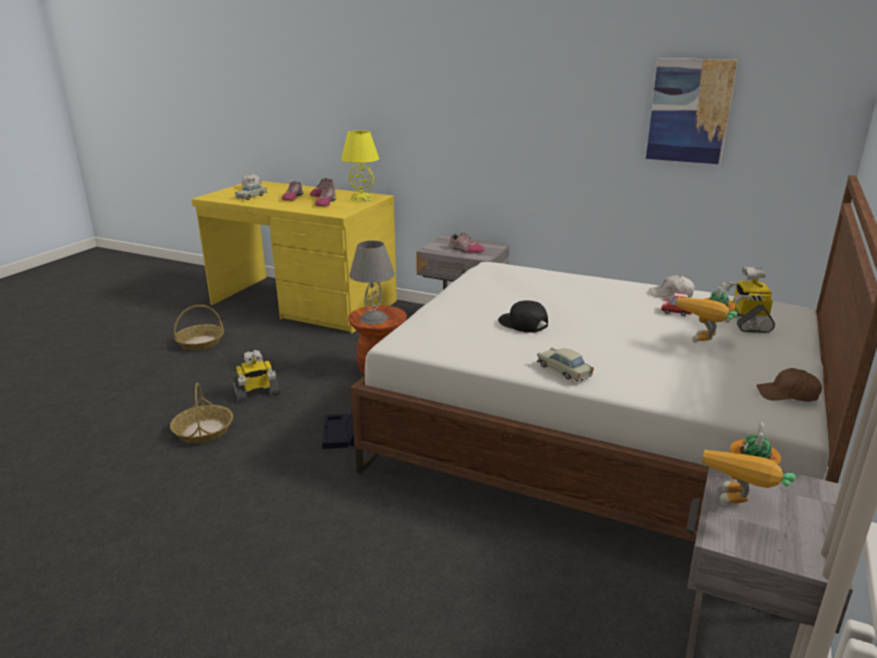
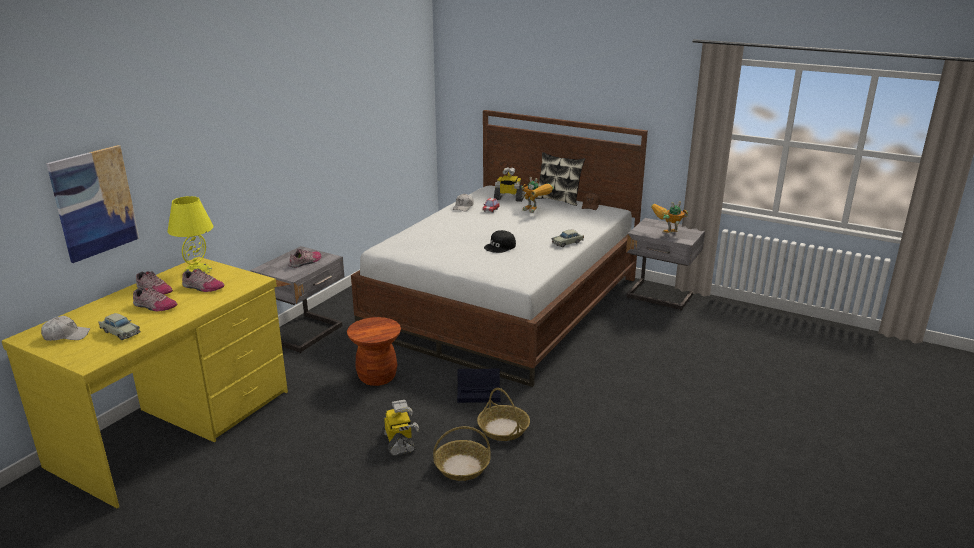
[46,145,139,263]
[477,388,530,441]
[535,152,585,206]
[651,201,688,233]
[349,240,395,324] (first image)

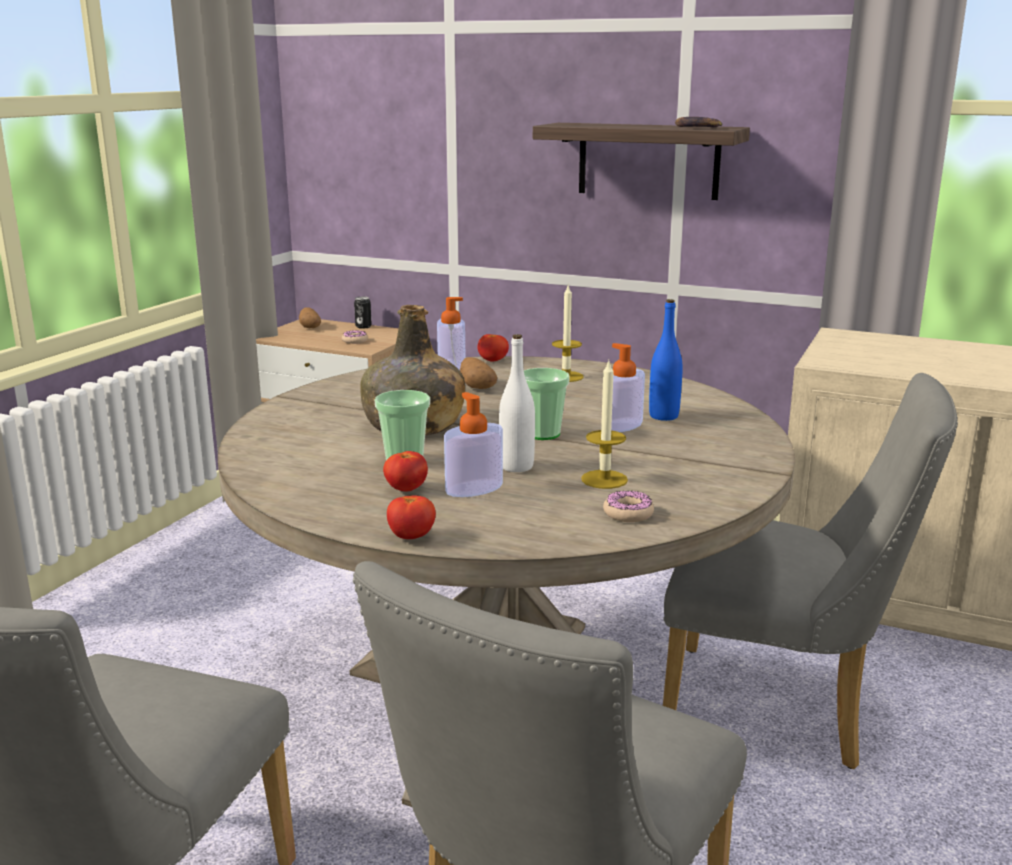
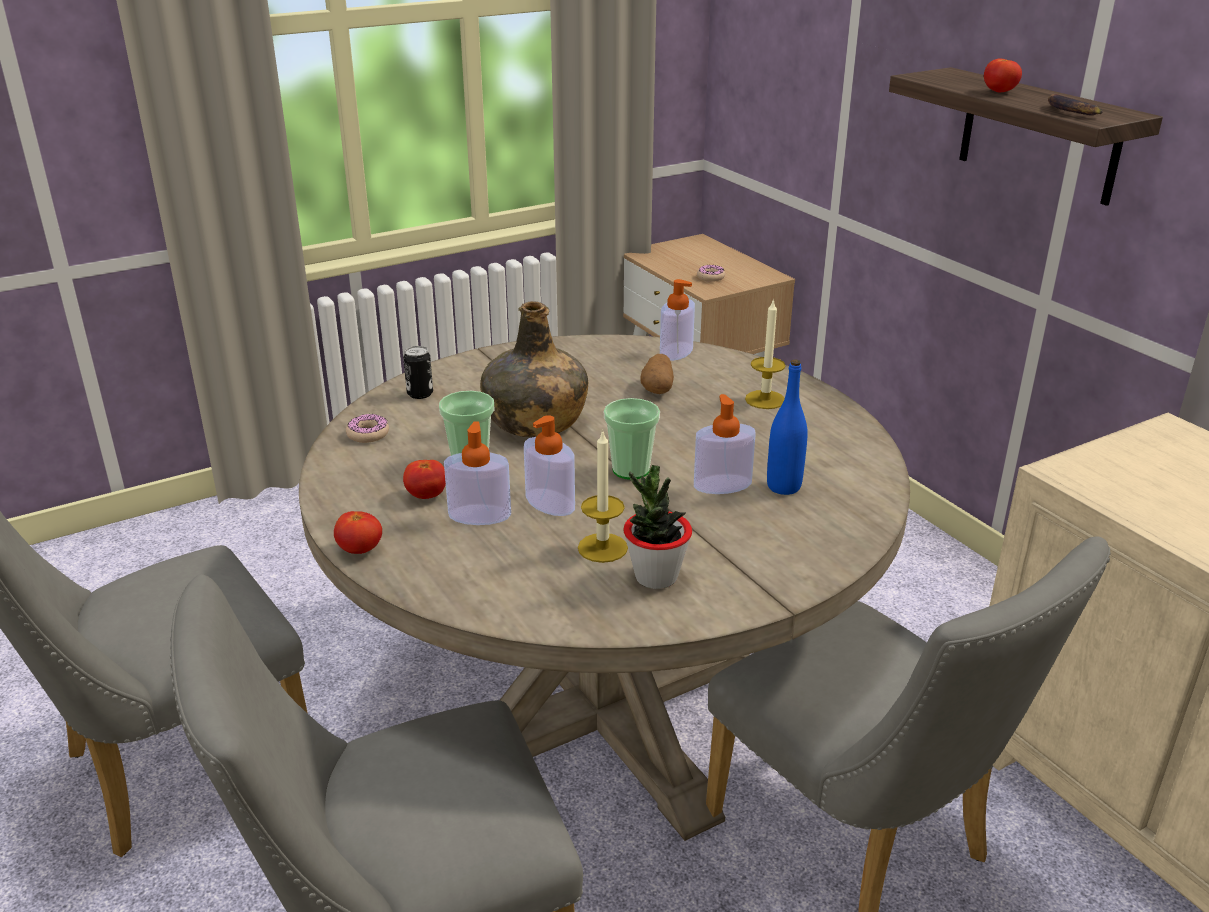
[346,414,389,443]
[403,346,433,399]
[524,415,575,516]
[623,465,692,589]
[984,58,1022,92]
[299,307,321,328] (first image)

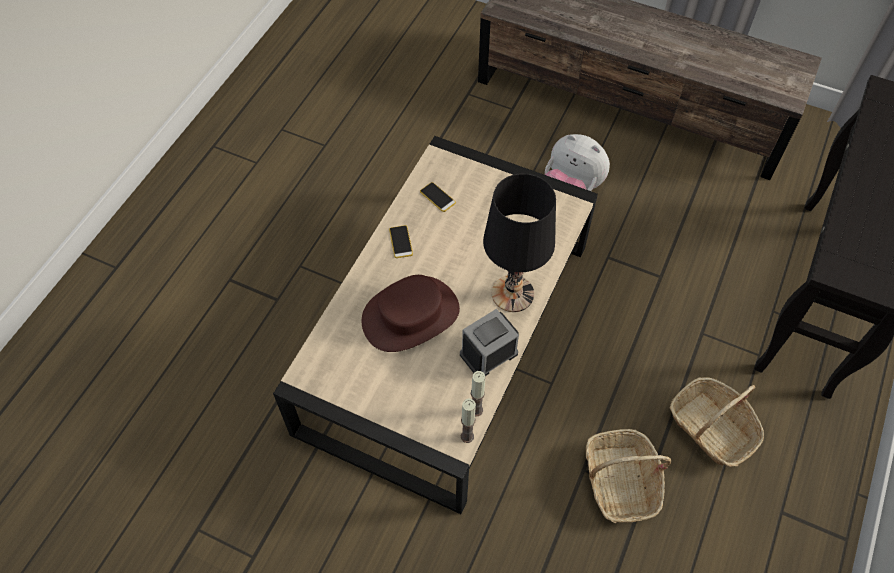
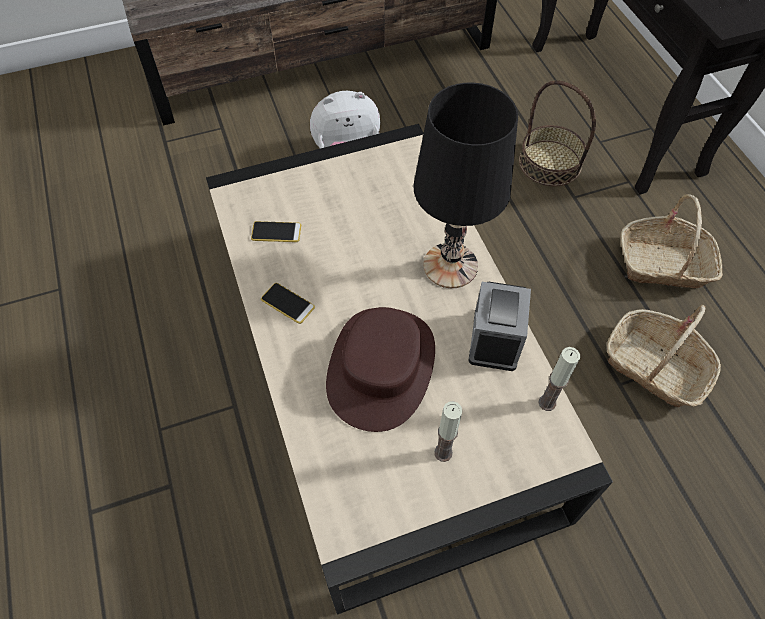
[434,401,463,462]
[519,81,596,187]

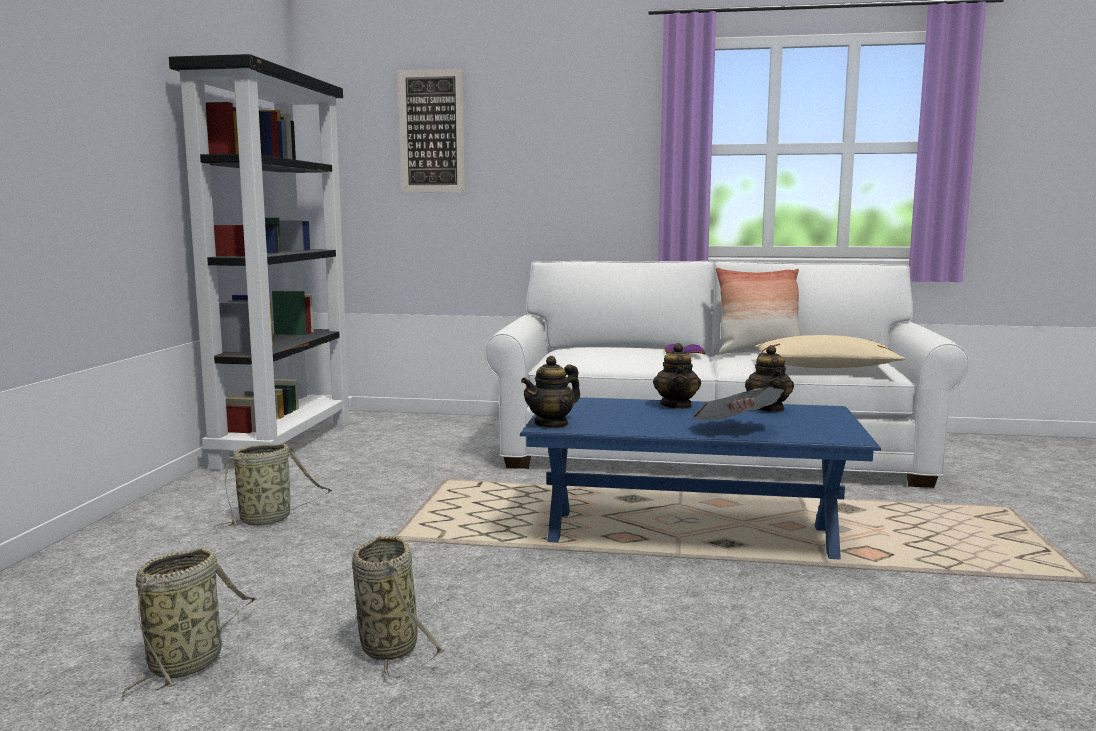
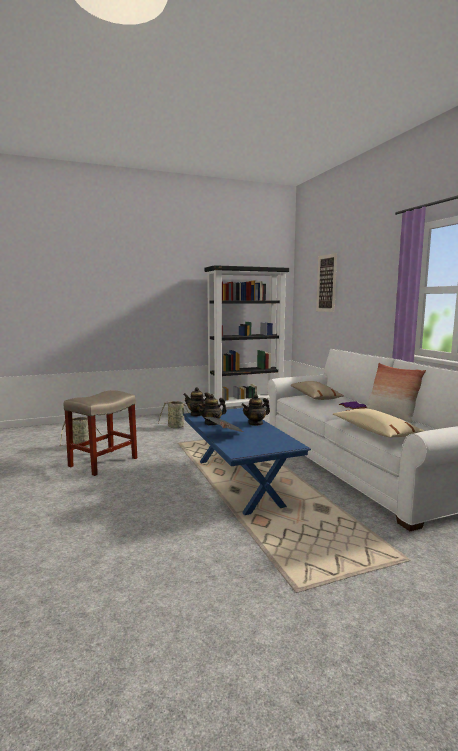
[64,390,137,476]
[197,394,227,426]
[291,381,344,400]

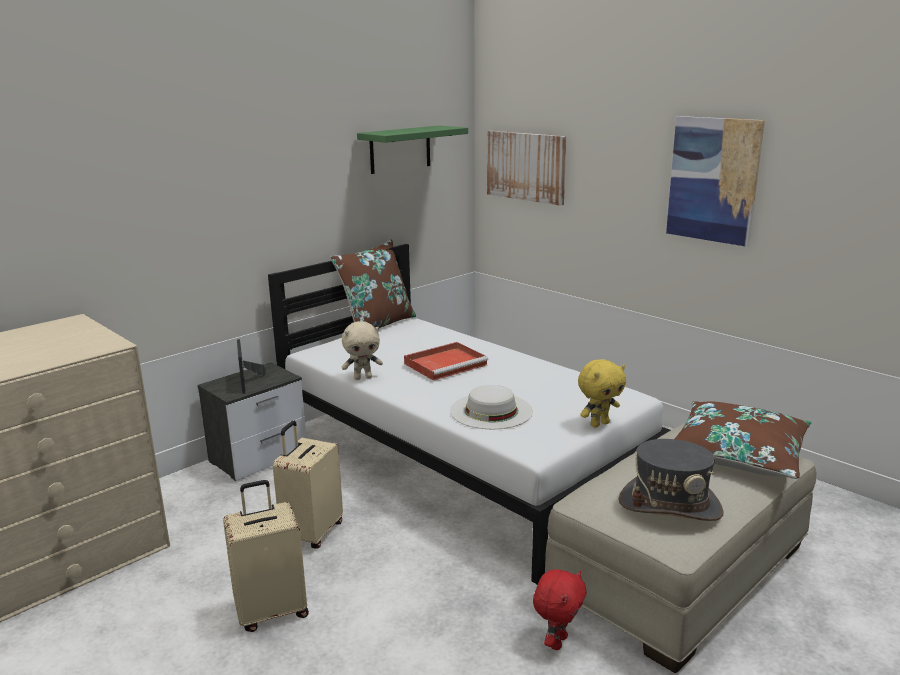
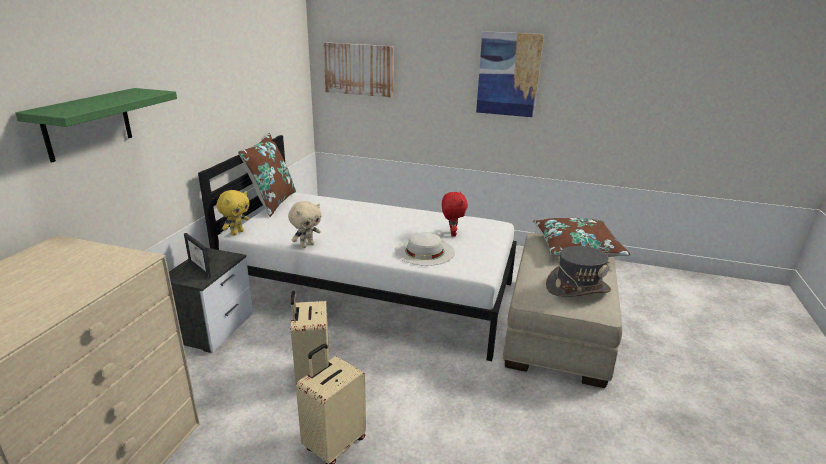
[15,88,177,163]
[216,190,249,236]
[442,191,468,237]
[404,342,488,381] (first image)

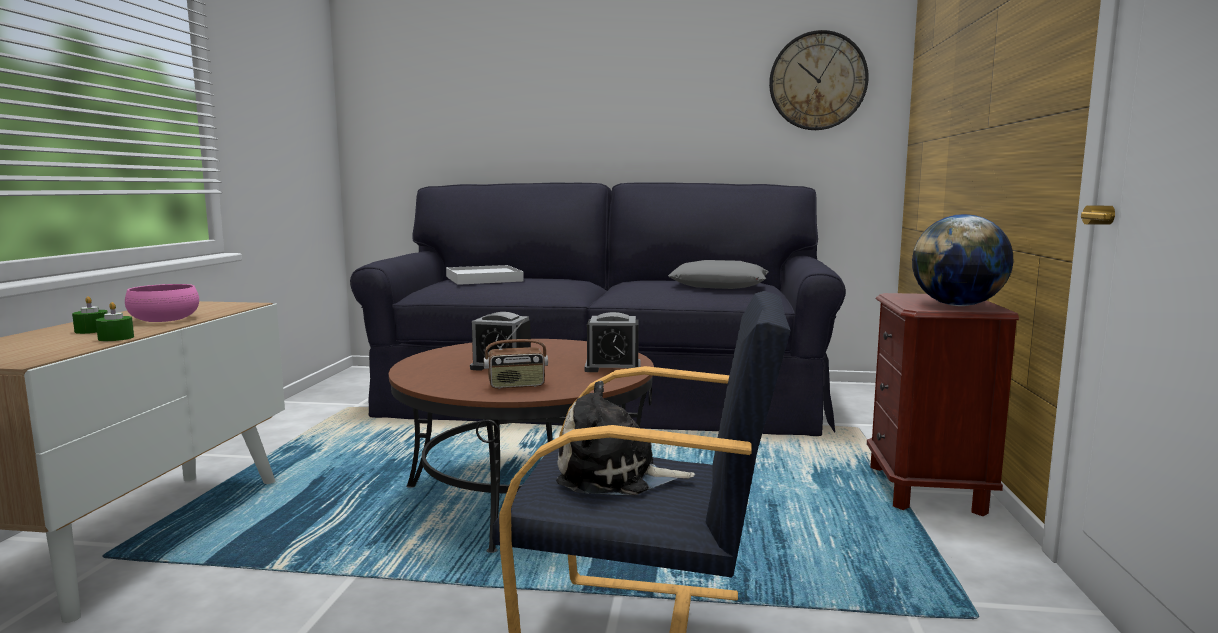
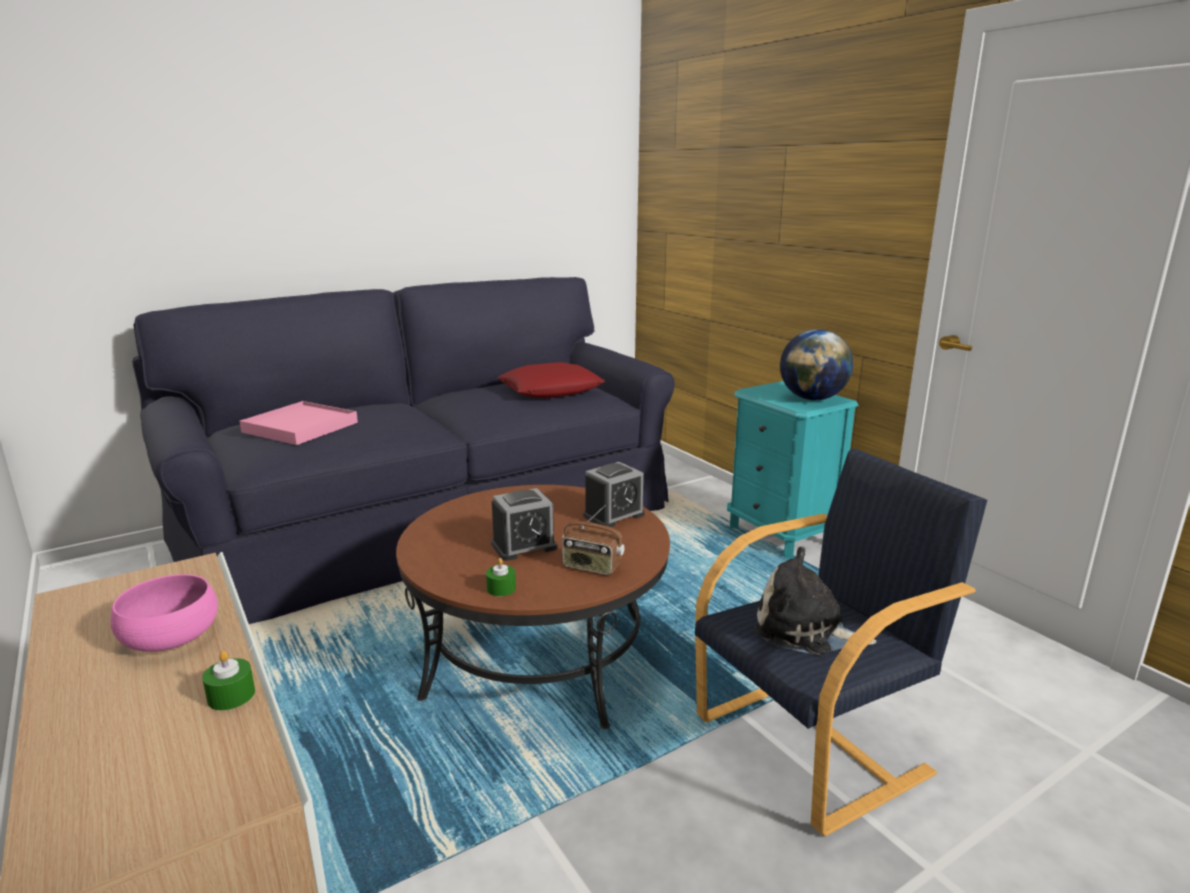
[239,401,358,445]
[486,558,516,596]
[497,362,605,398]
[562,505,624,575]
[727,381,859,559]
[754,547,876,655]
[769,30,869,130] (first image)

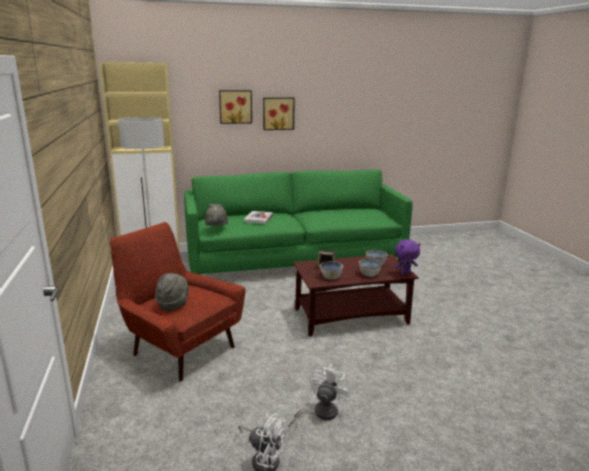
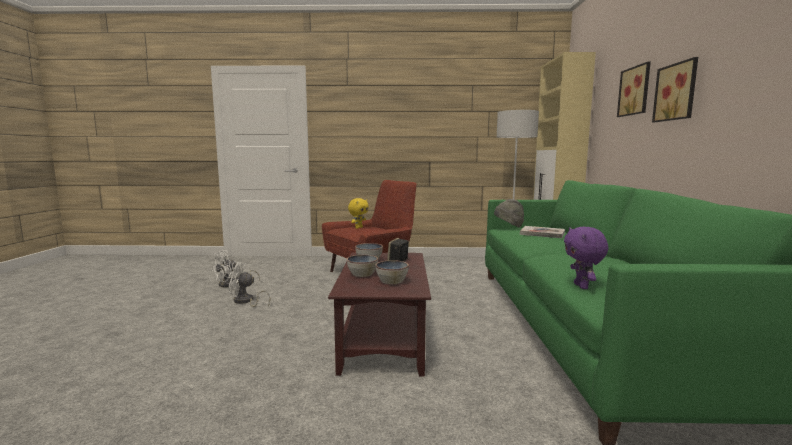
[228,262,270,307]
[348,198,369,229]
[564,227,608,289]

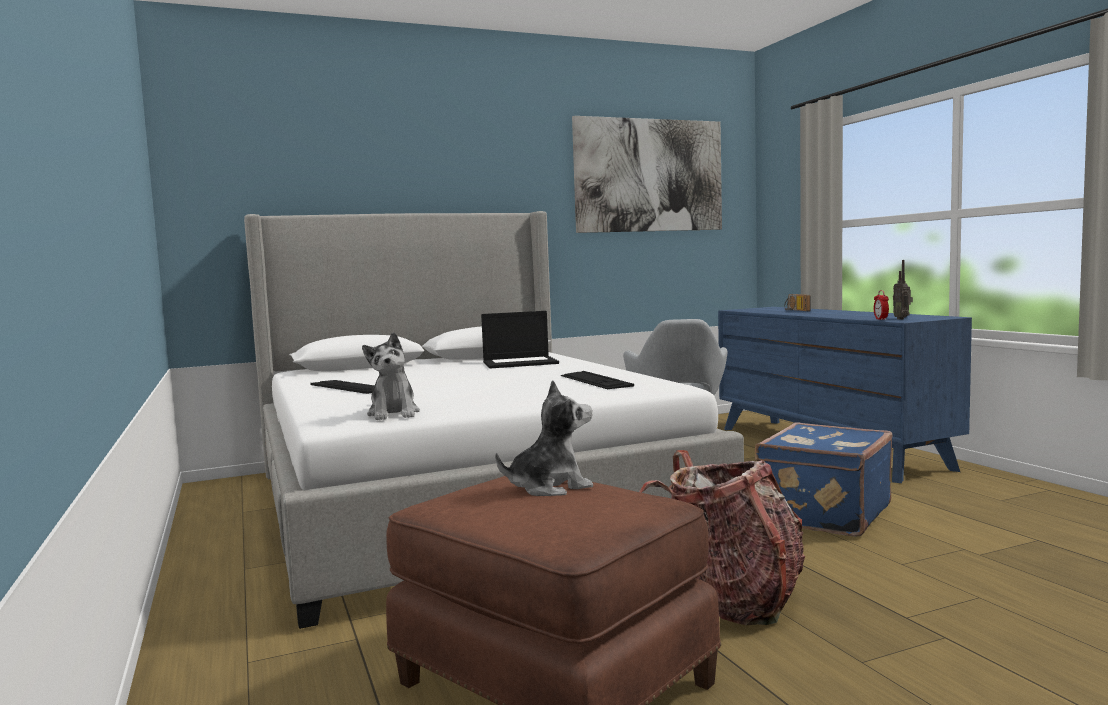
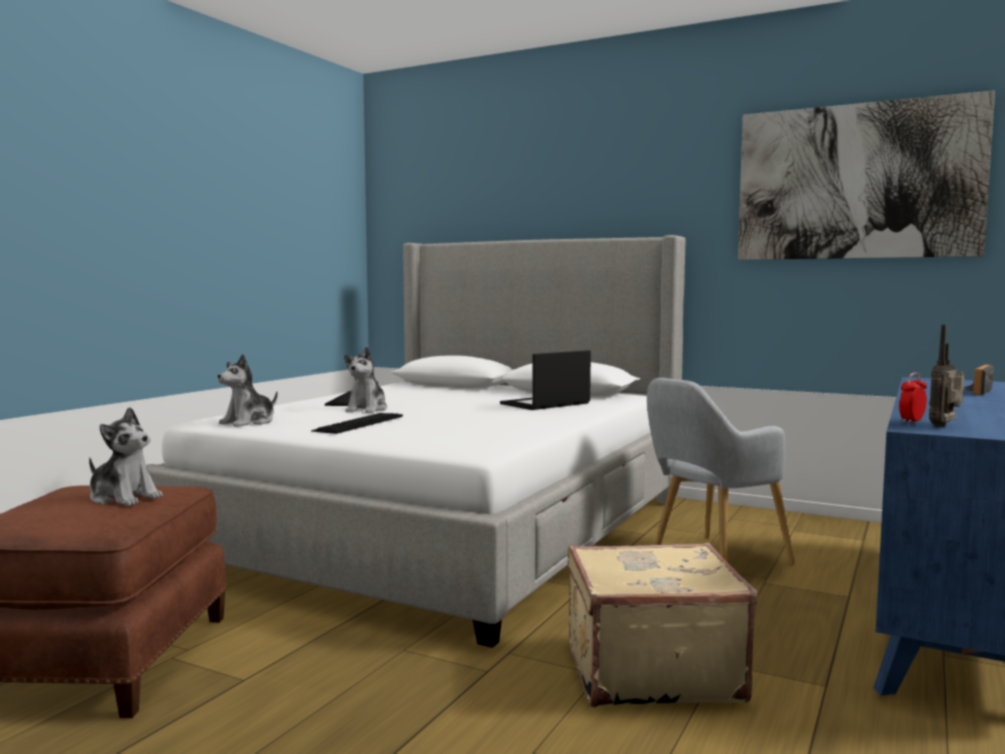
[311,413,403,434]
[344,347,387,413]
[500,350,591,410]
[568,543,758,707]
[639,450,805,625] (first image)

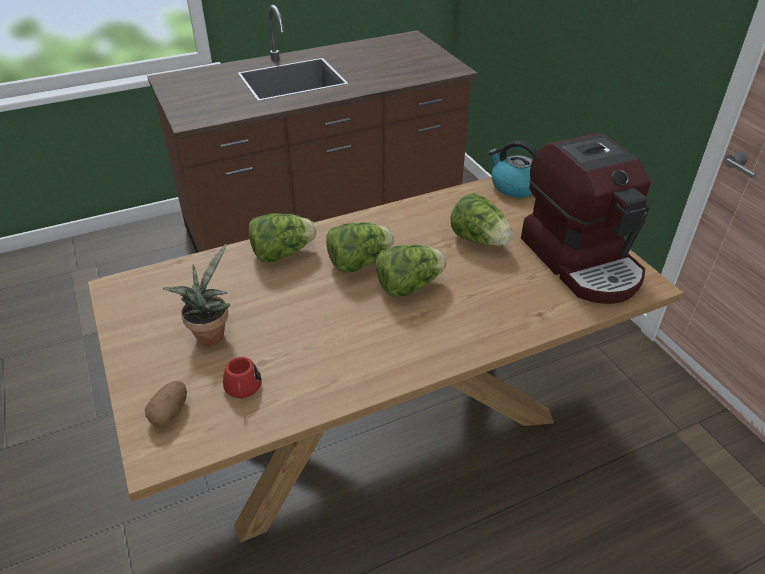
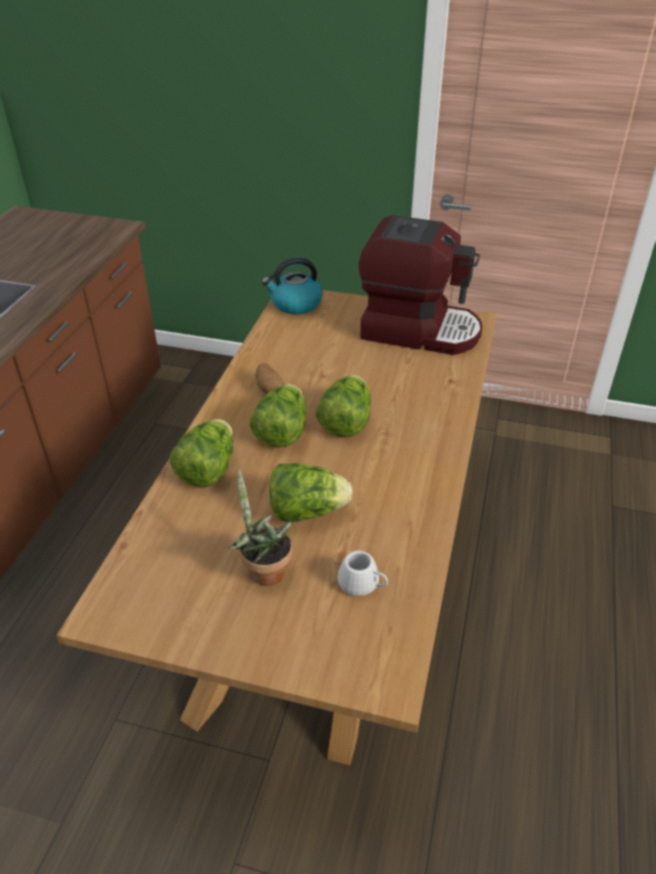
[255,363,285,394]
[269,463,353,522]
[337,551,388,596]

